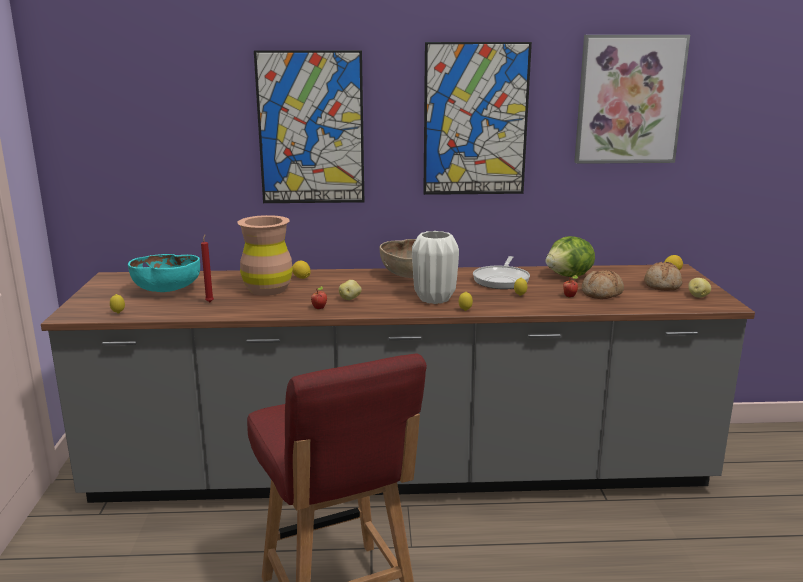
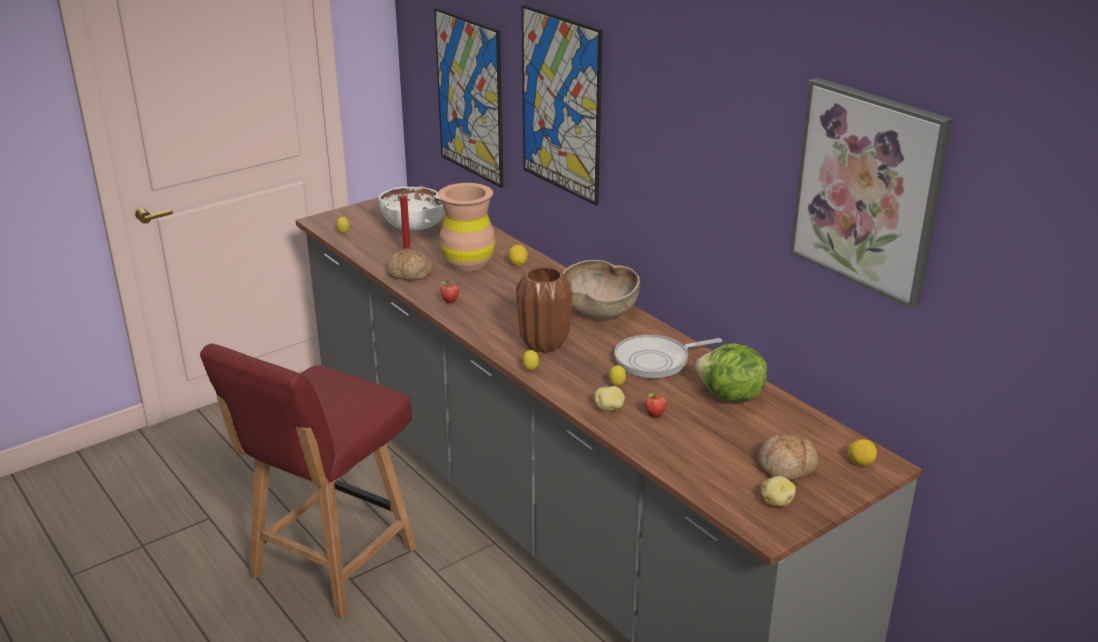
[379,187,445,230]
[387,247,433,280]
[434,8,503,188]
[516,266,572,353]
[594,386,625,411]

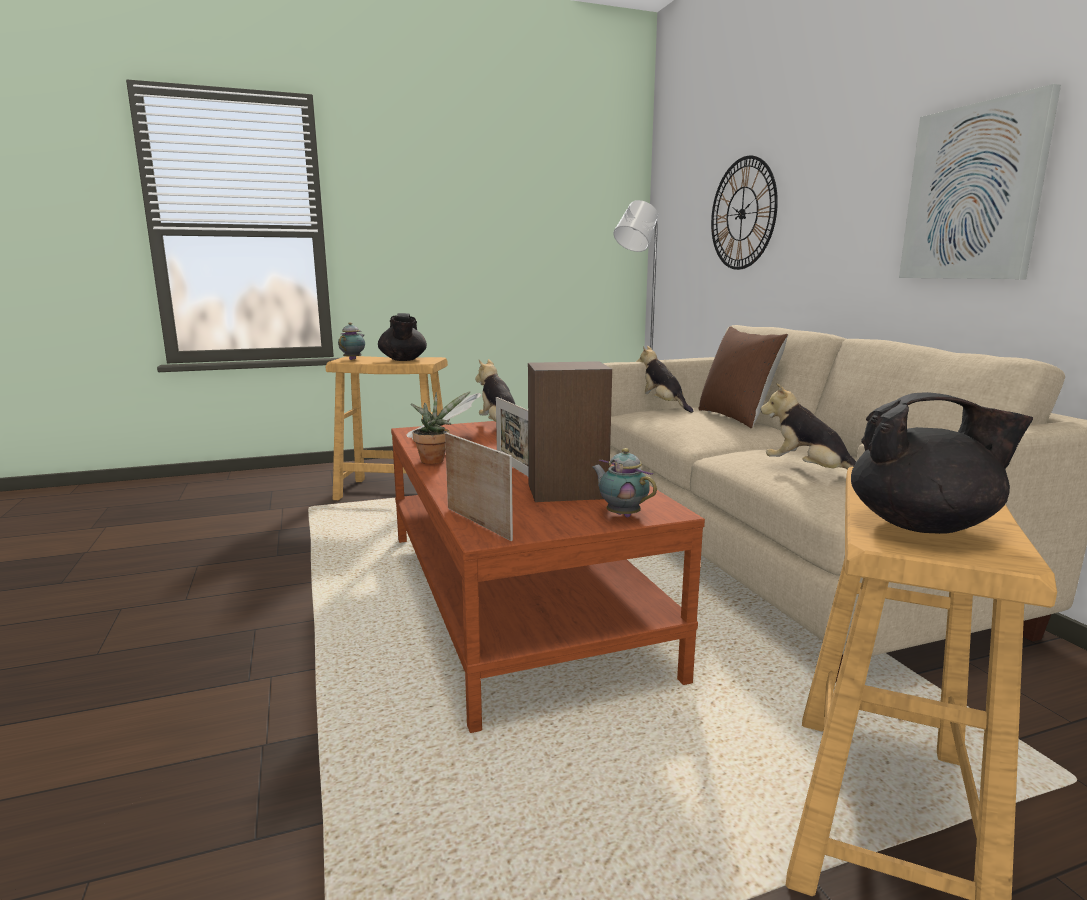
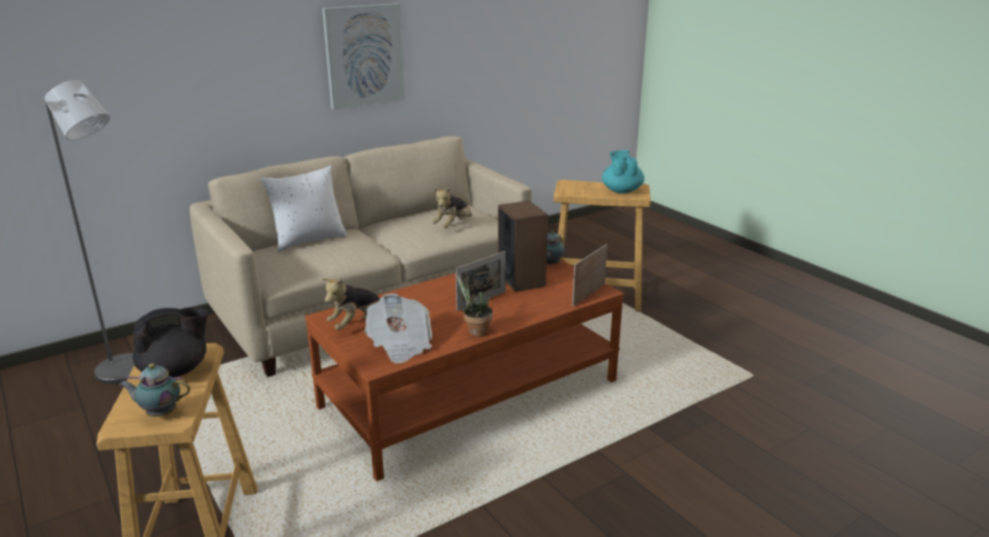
[260,165,347,252]
[602,150,645,193]
[636,346,694,413] (first image)
[711,155,778,270] (first image)

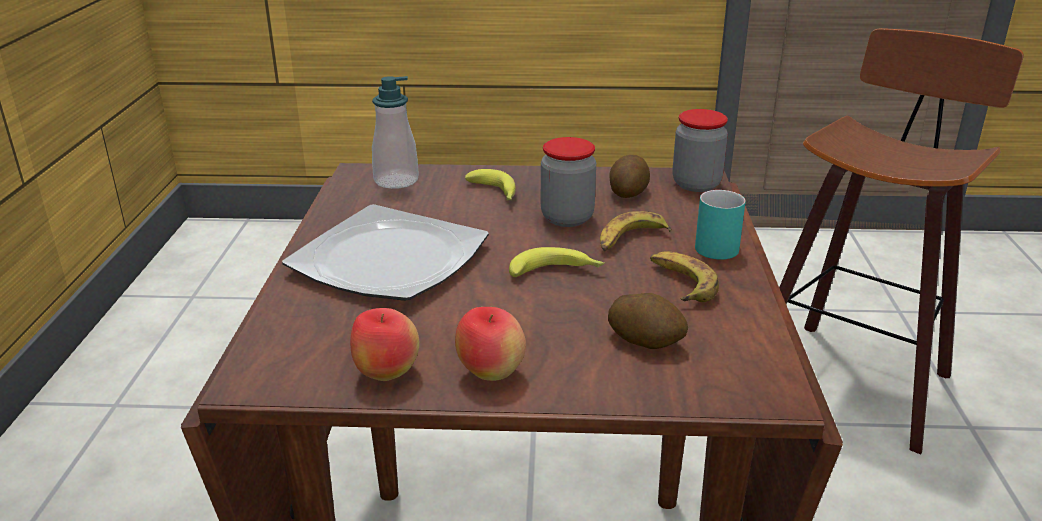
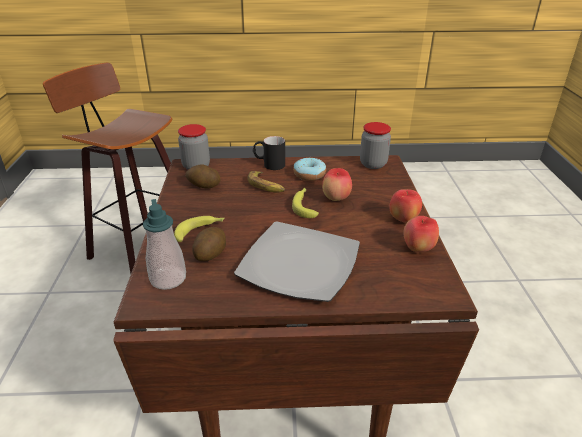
[192,227,226,261]
[253,136,285,170]
[293,157,326,181]
[322,168,352,201]
[360,122,391,169]

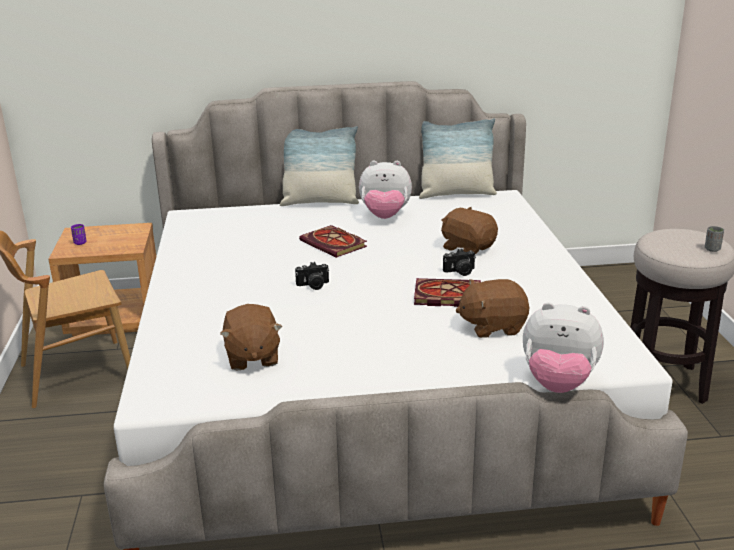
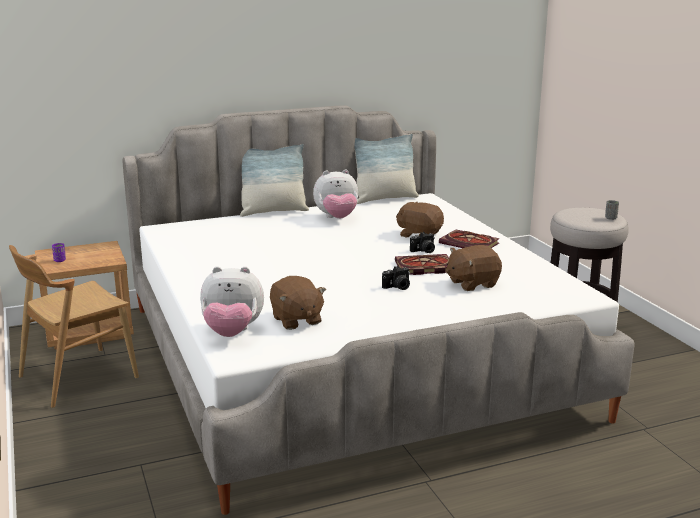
[200,266,264,337]
[382,266,410,290]
[439,230,500,248]

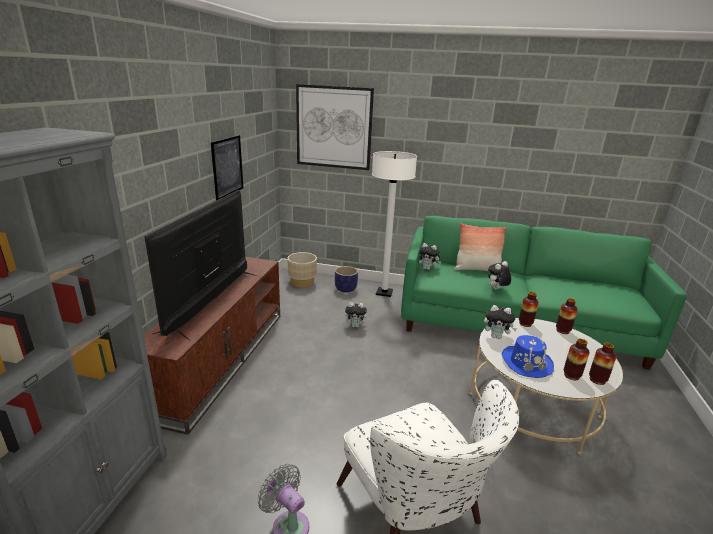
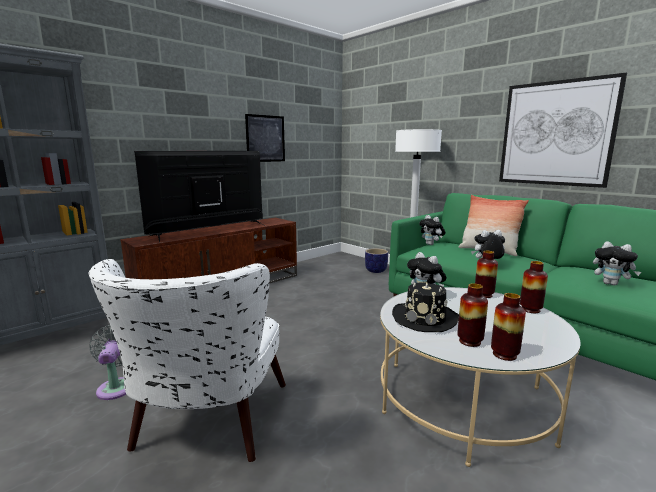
[392,283,459,332]
[499,73,627,188]
[593,241,641,286]
[287,252,317,288] (first image)

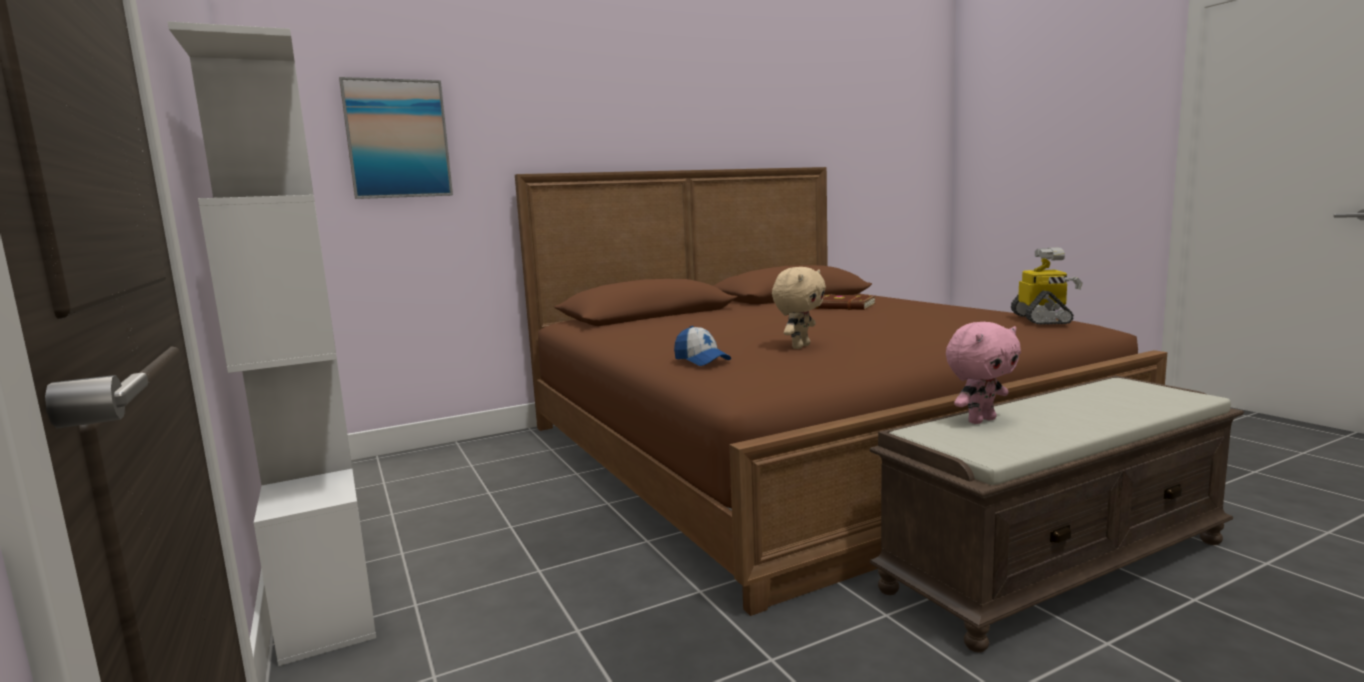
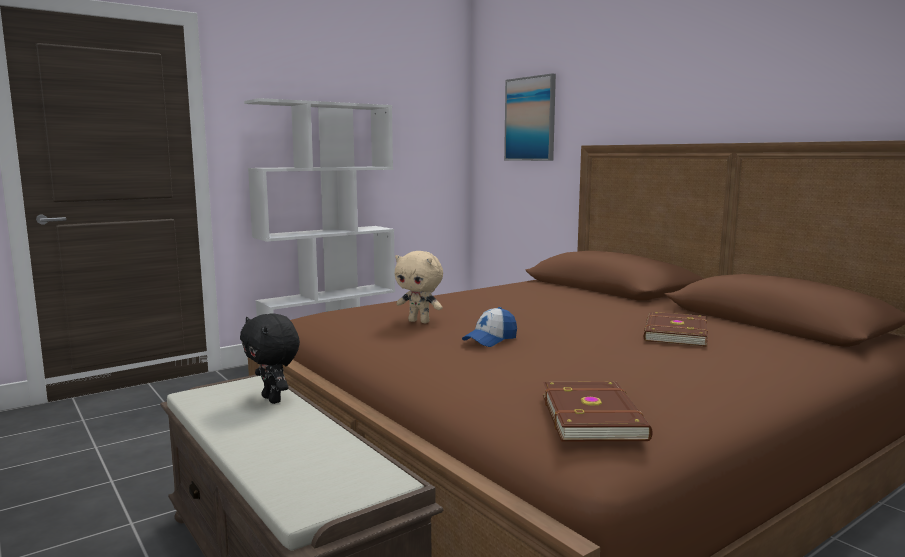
[240,313,300,404]
[462,307,517,347]
[543,382,653,441]

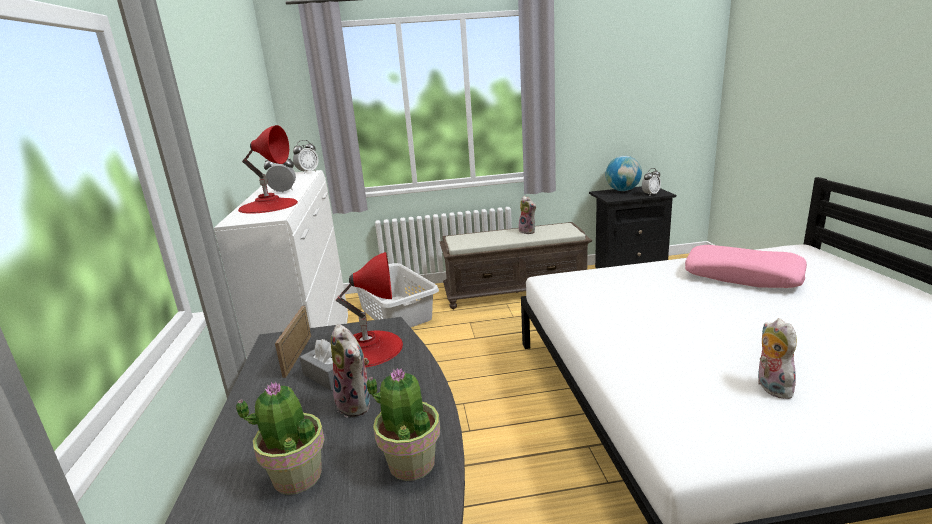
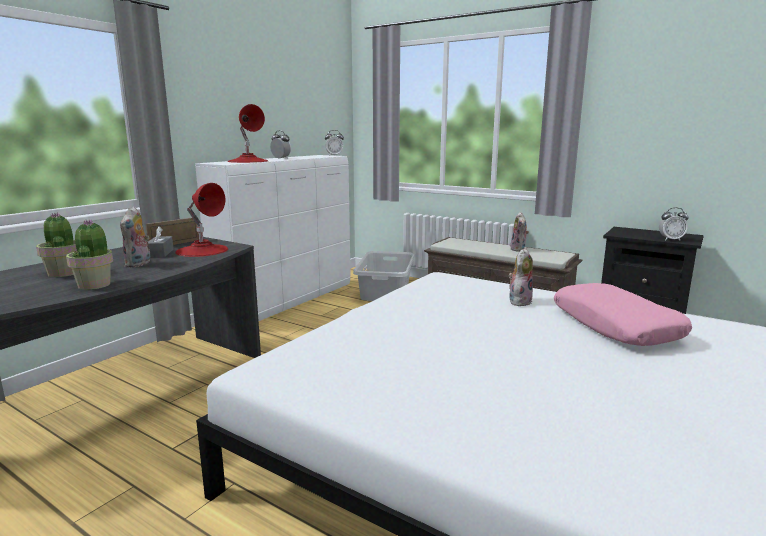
[509,248,533,306]
[606,156,642,191] (first image)

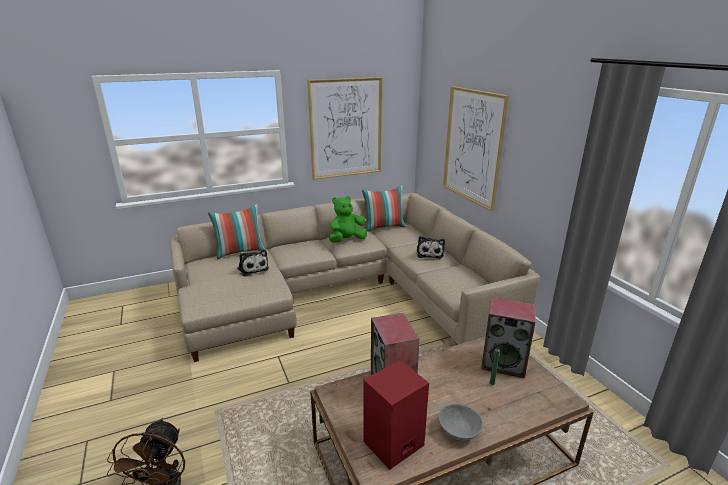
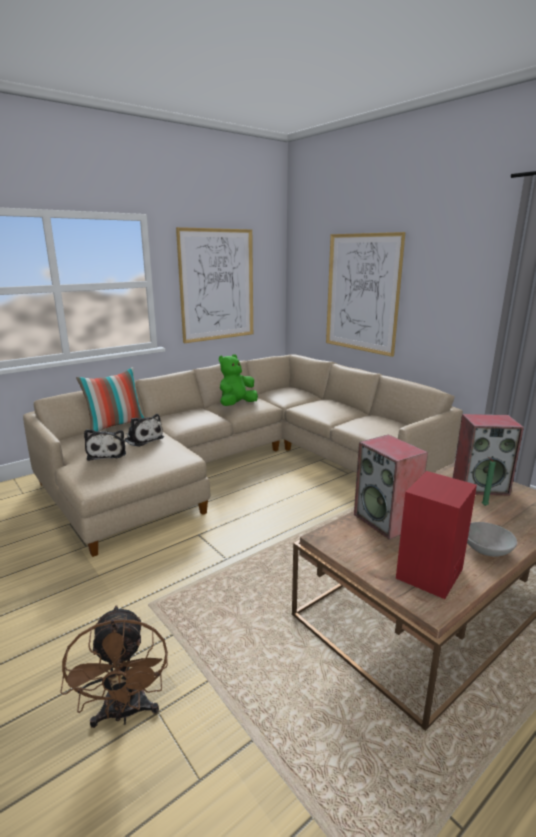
[84,429,126,461]
[362,186,406,231] (first image)

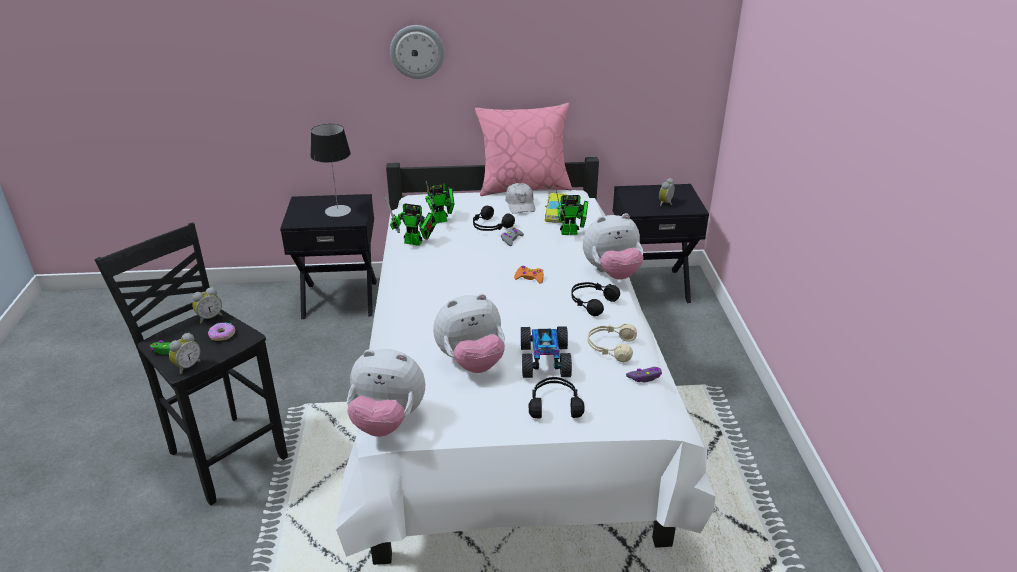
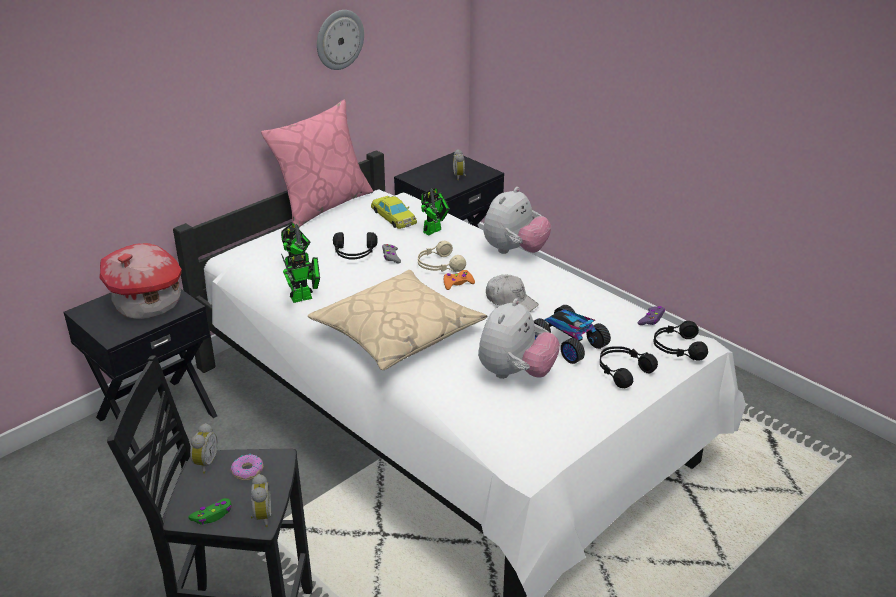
[99,243,182,319]
[308,270,487,370]
[317,10,364,70]
[418,241,466,272]
[486,274,539,312]
[653,321,708,361]
[347,349,425,437] (first image)

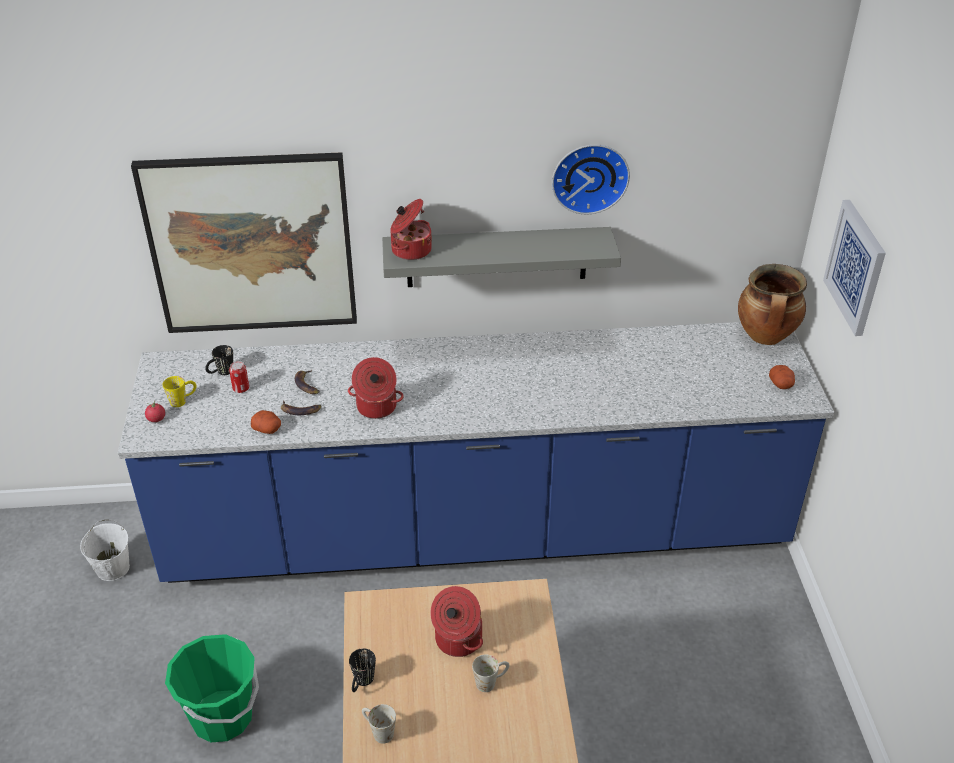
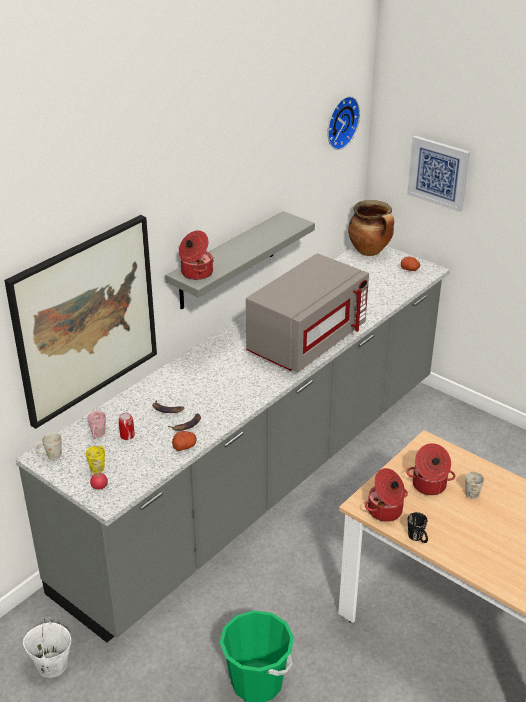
[16,246,450,642]
[34,433,61,460]
[87,411,106,439]
[246,253,369,372]
[327,96,360,150]
[365,468,408,522]

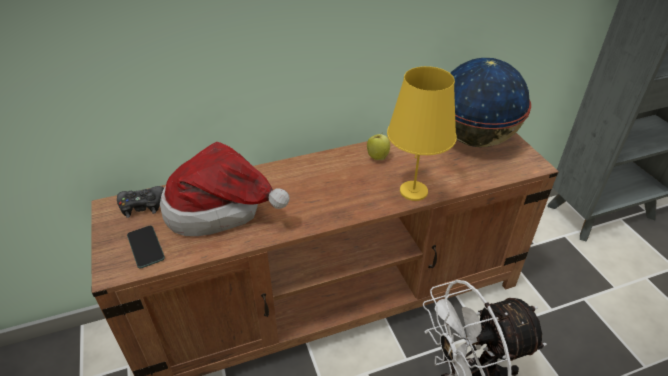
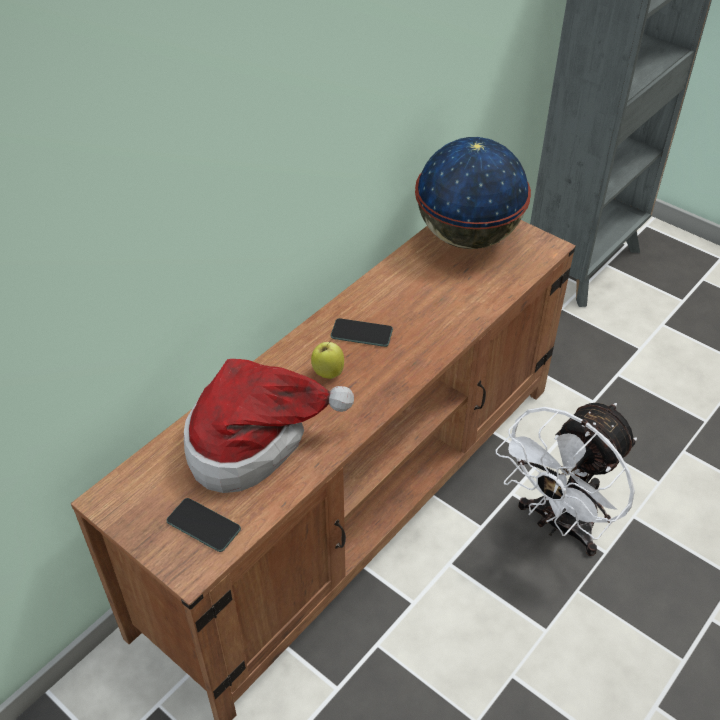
[311,341,344,379]
[331,318,393,347]
[117,186,164,218] (first image)
[387,66,457,201] (first image)

